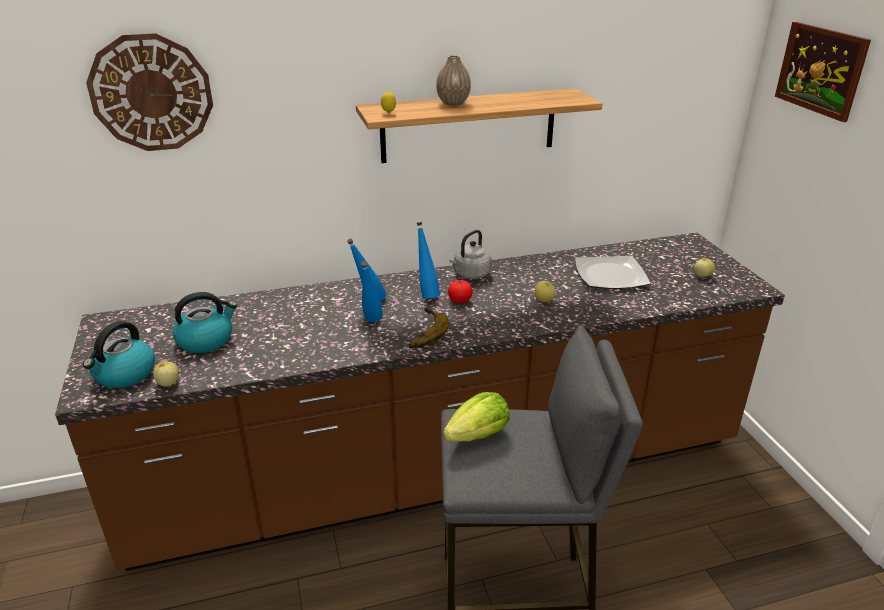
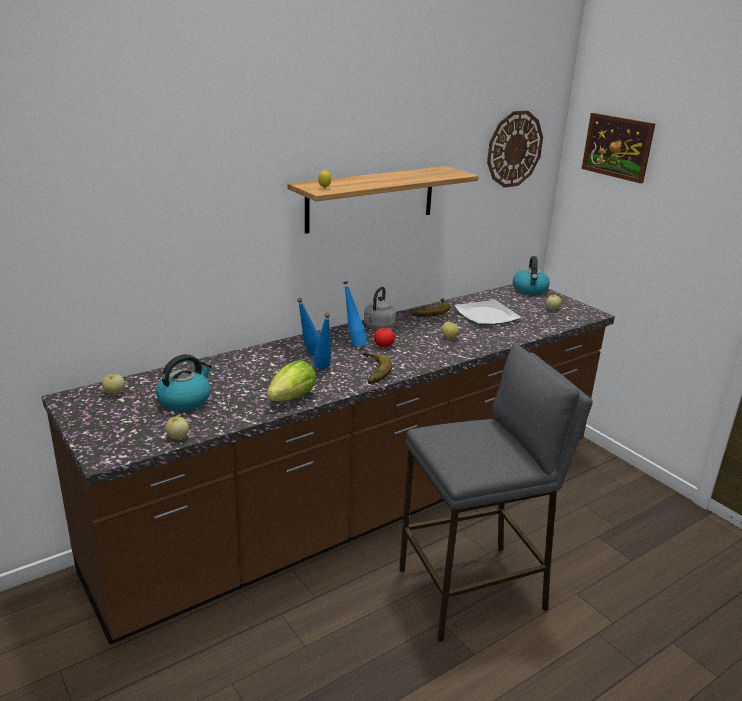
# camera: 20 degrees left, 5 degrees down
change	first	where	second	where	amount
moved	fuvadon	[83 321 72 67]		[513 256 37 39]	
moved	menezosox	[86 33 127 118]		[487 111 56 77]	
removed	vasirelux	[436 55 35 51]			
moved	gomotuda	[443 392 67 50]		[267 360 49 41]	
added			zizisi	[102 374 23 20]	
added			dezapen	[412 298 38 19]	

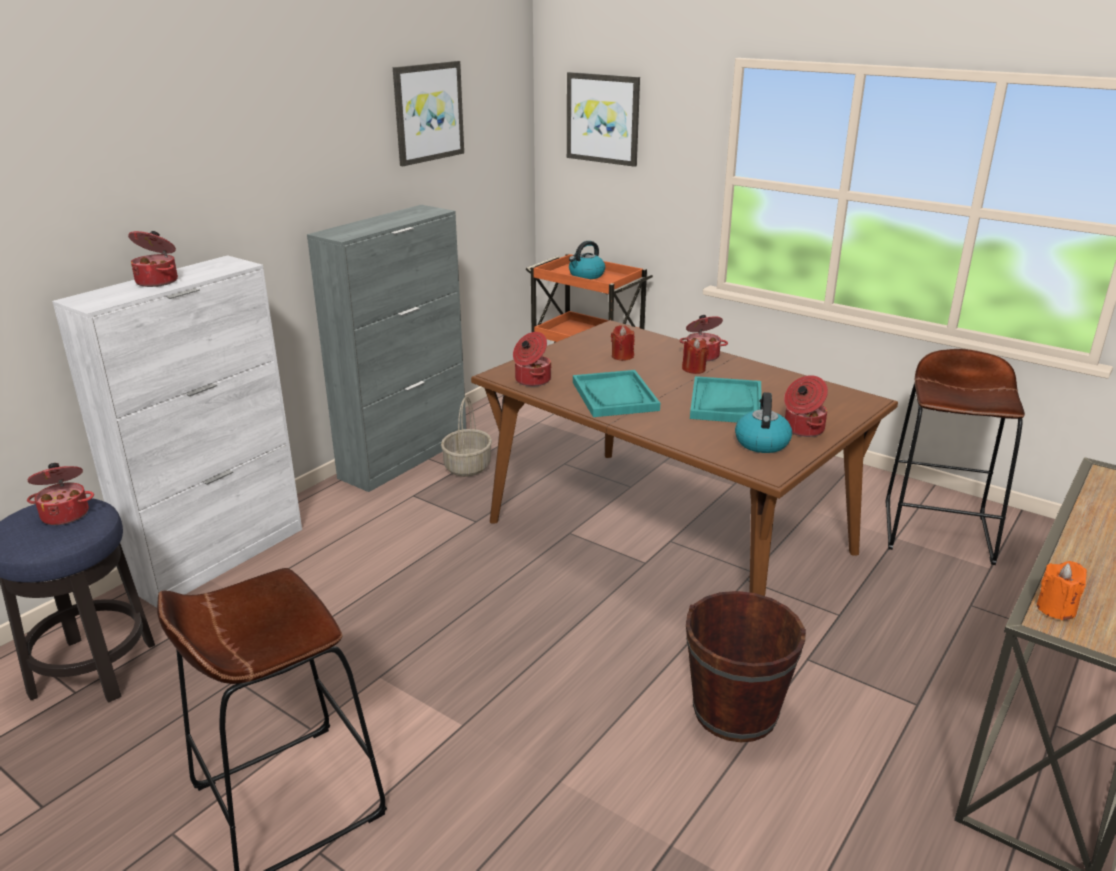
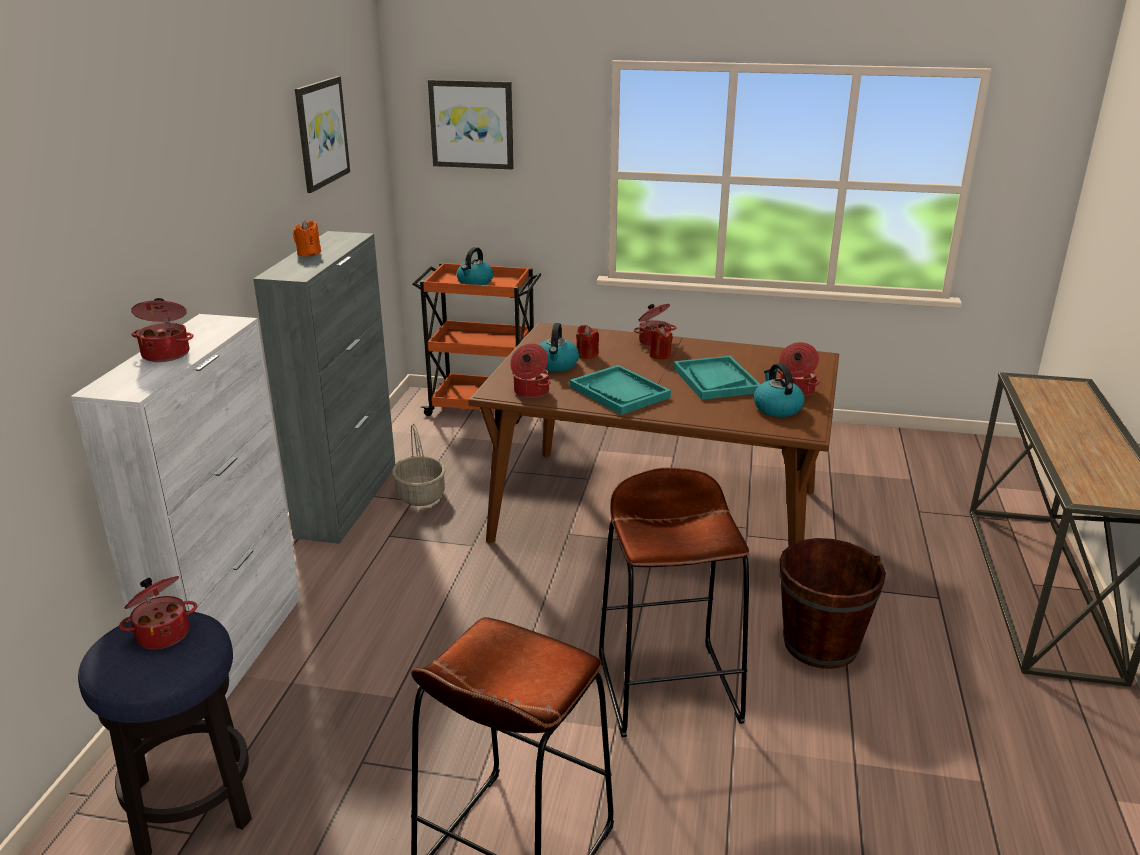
# camera: 25 degrees left, 0 degrees up
change	first	where	second	where	amount
moved	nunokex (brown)	[886 349 139 216]		[599 467 150 270]	
moved	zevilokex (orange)	[1037 561 50 59]		[293 220 28 36]	
added			fuvadon	[539 323 40 49]	

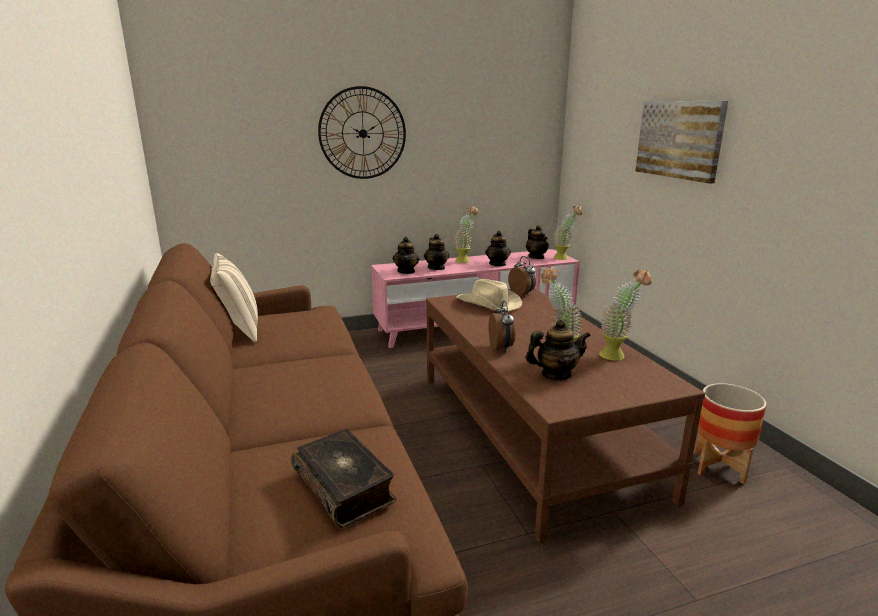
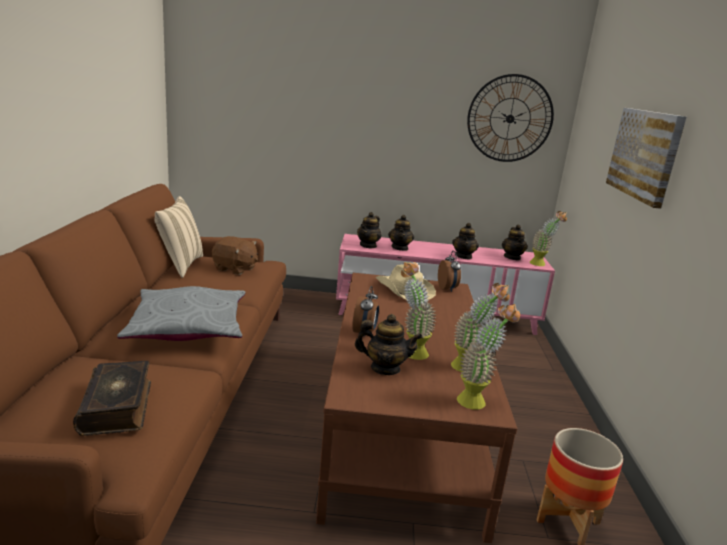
# camera: 20 degrees right, 0 degrees up
change	first	where	second	where	amount
moved	menezosox	[318 86 88 93]		[467 74 87 88]	
moved	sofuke	[454 207 24 56]		[457 304 63 106]	
added			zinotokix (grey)	[117 286 128 55]	
added			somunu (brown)	[212 236 46 39]	

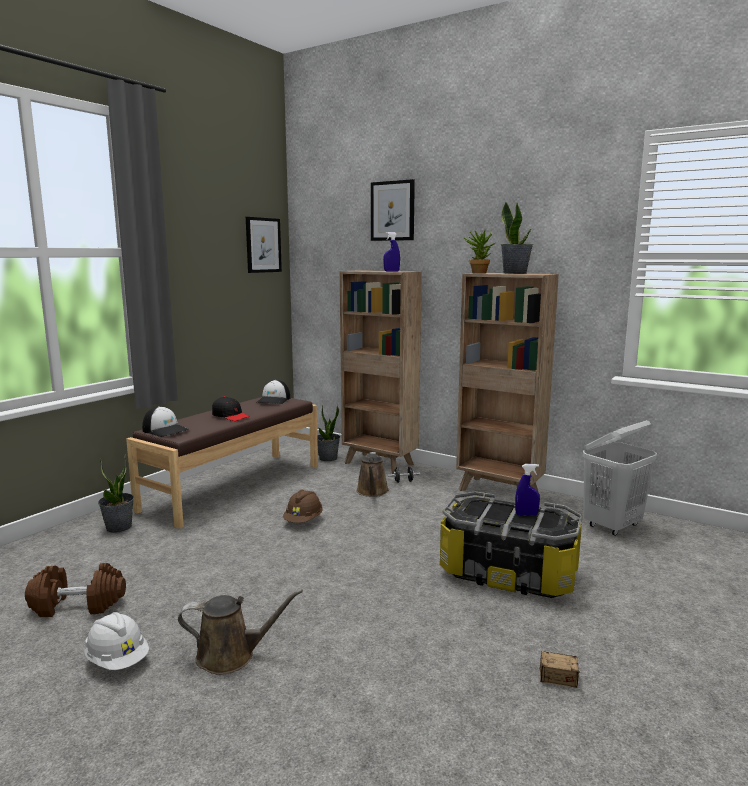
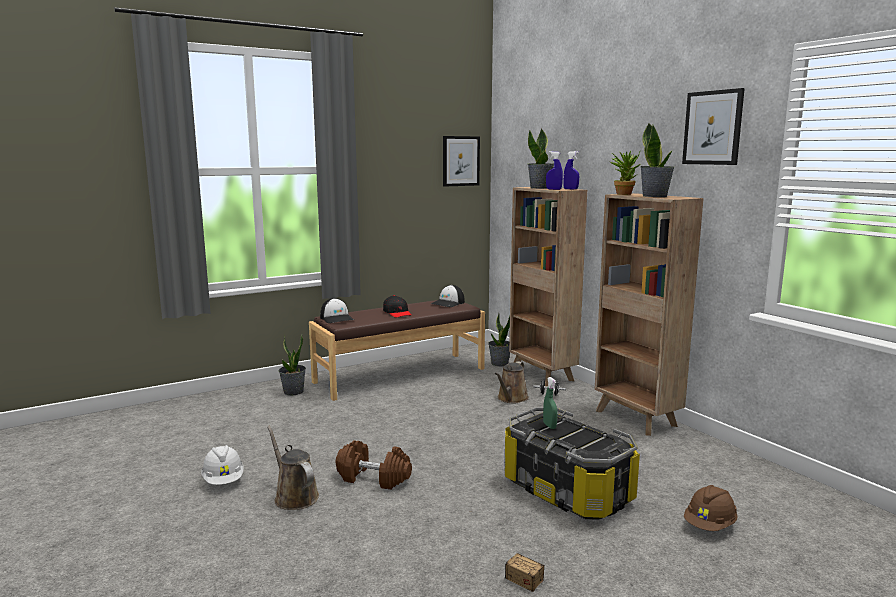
# camera: 25 degrees right, 0 degrees up
change	first	where	second	where	amount
moved	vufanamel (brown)	[25 563 101 54]		[336 440 76 50]	
turned	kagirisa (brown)	[178 589 125 86]		[267 426 52 84]	150 degrees counterclockwise
moved	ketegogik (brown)	[283 490 40 33]		[684 485 54 46]	
moved	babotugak	[371 179 44 62]		[682 88 63 77]	
moved	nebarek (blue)	[515 464 25 52]		[563 151 16 38]	
removed	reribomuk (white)	[583 420 74 116]			
added			sofuke	[528 129 26 60]	
added			nebarek (green)	[543 377 15 52]	

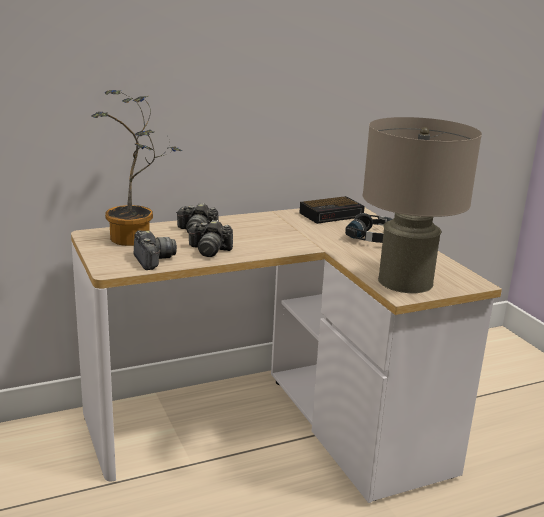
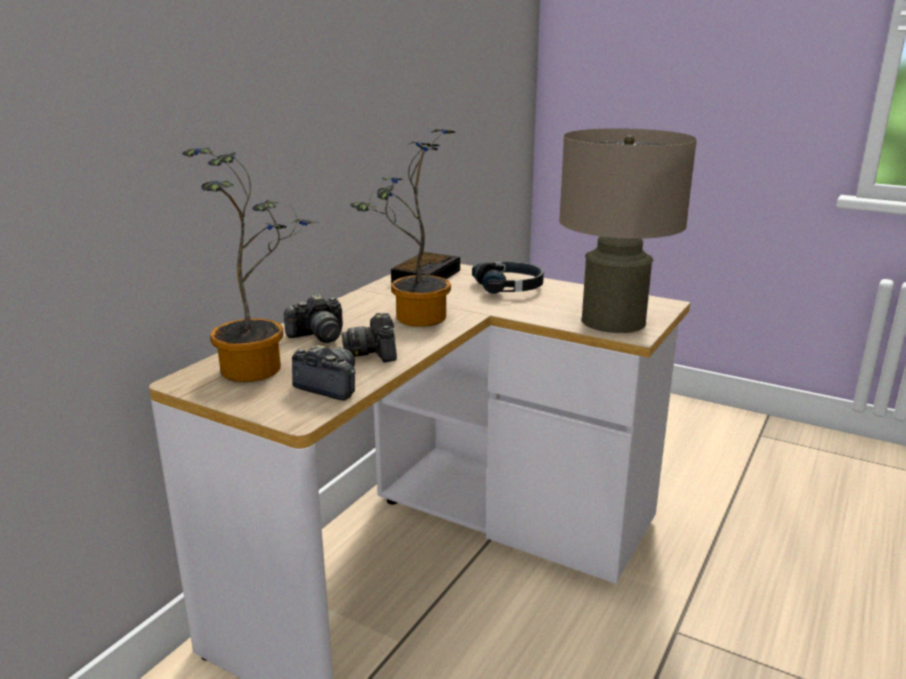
# camera: 35 degrees left, 0 degrees up
change	first	where	second	where	amount
turned	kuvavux	[188 220 45 37]		[342 313 55 50]	105 degrees clockwise
added			sofuke	[350 129 105 198]	

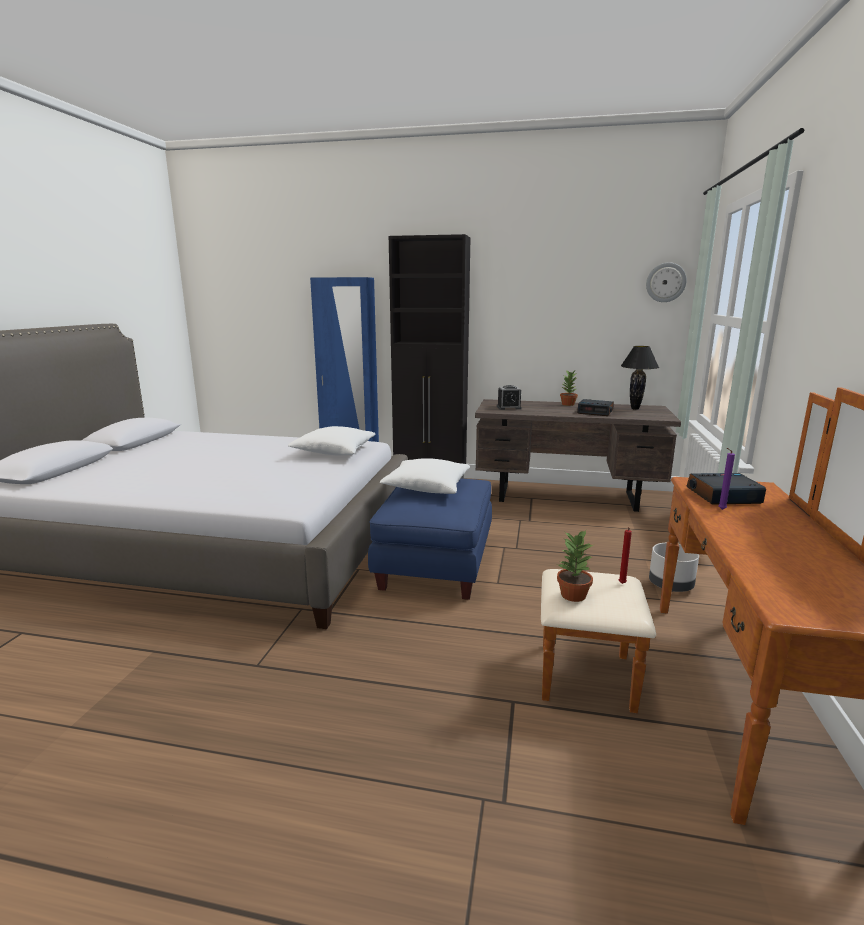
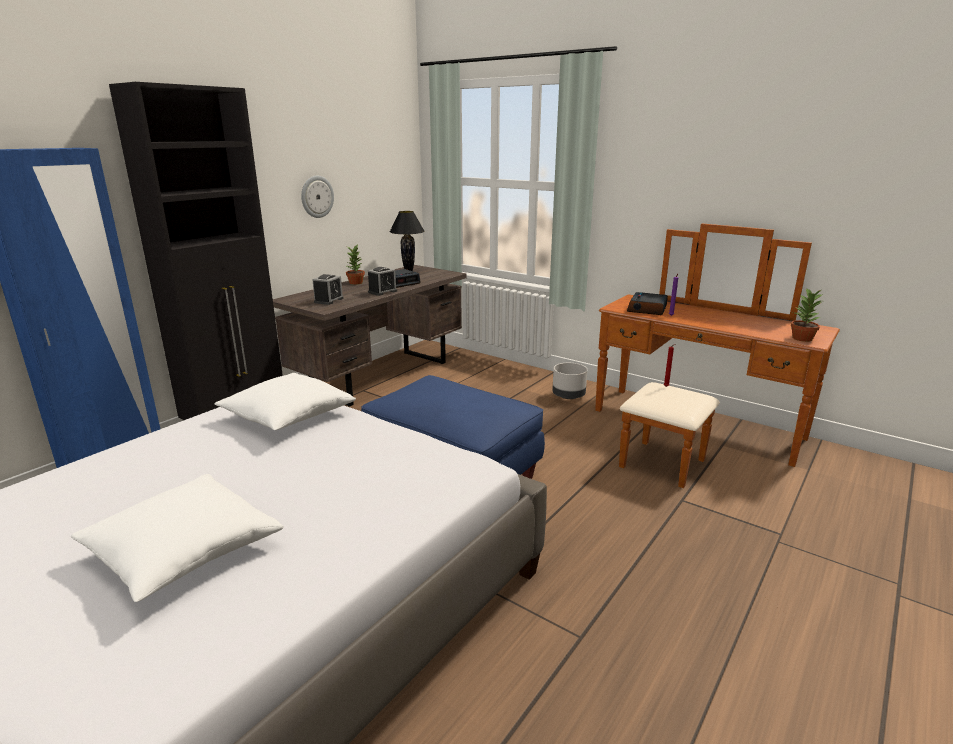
# camera: 65 degrees left, 5 degrees up
change	first	where	second	where	amount
moved	zinotokix (white)	[380 458 90 36]		[71 474 213 128]	
moved	sofuke	[557 530 38 72]		[791 289 32 53]	
moved	menezosox	[646 262 41 40]		[301 176 33 42]	
added			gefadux	[368 267 29 29]	

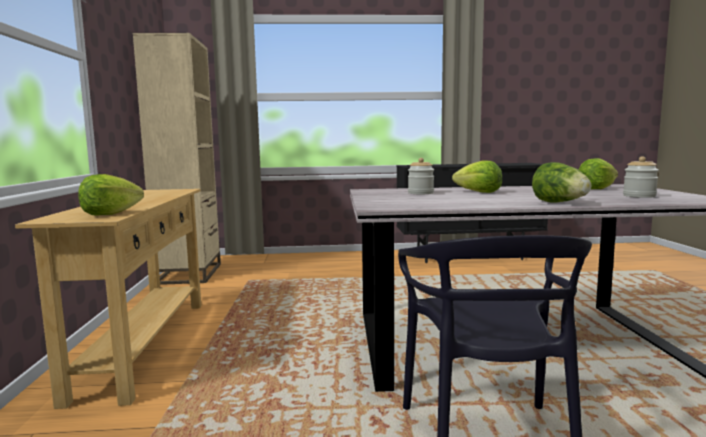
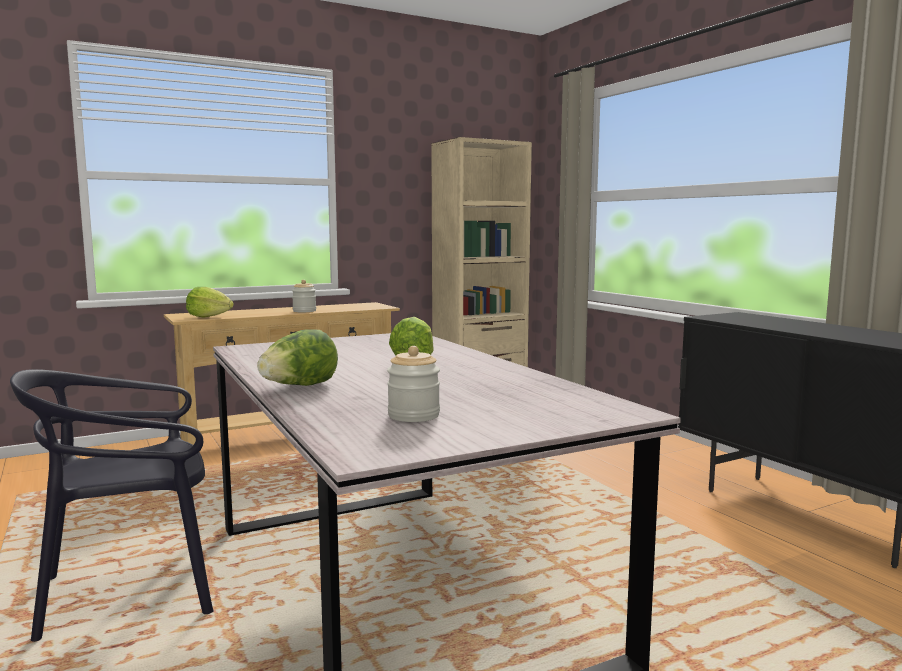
# camera: 65 degrees right, 0 degrees up
change	first	where	second	where	amount
moved	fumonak	[408 158 26 36]		[292 280 24 32]	
removed	gomotuda	[579 158 39 31]			

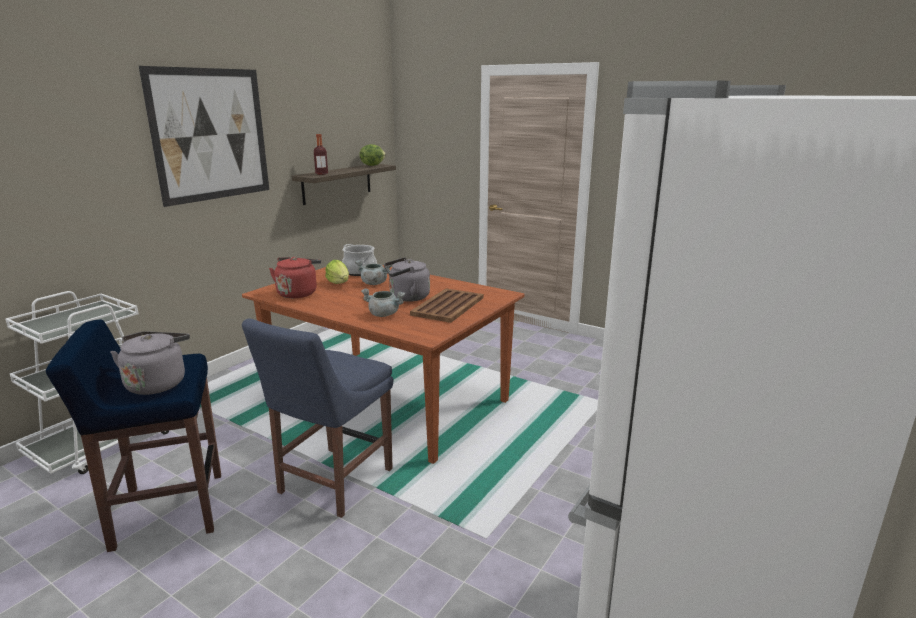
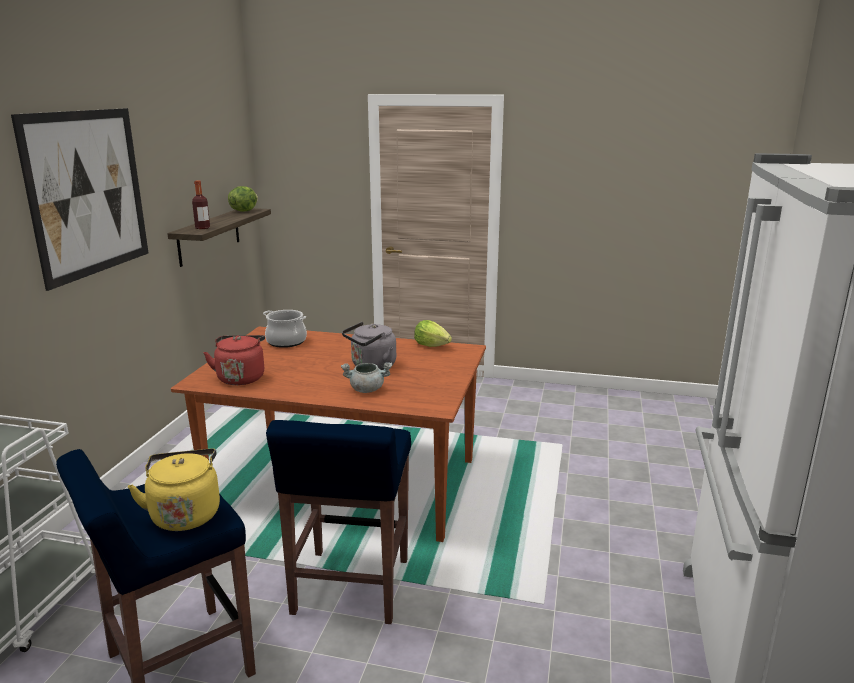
# camera: 20 degrees left, 0 degrees up
change	first	where	second	where	amount
recoloured	fuvadon (grey)	[110 331 80 64]	fuvadon (yellow)	[128 449 92 82]	
replaced	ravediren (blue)	[242 318 151 200]	nunokex (blue)	[266 420 145 204]	
moved	gomotuda	[325 260 24 24]		[414 320 38 27]	
removed	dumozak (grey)	[355 260 37 25]			
removed	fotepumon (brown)	[410 288 74 35]			

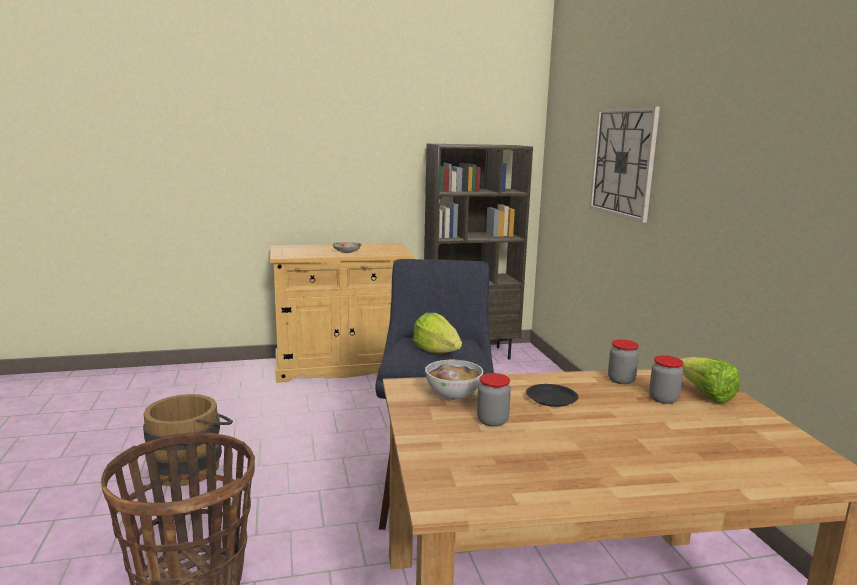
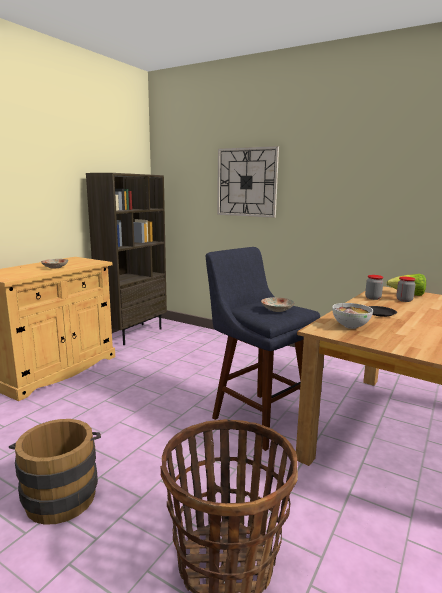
# camera: 45 degrees left, 0 degrees up
change	first	where	second	where	amount
replaced	gomotuda	[413 313 49 40]	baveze	[261 297 34 15]	
removed	fumonak	[477 373 34 54]			

